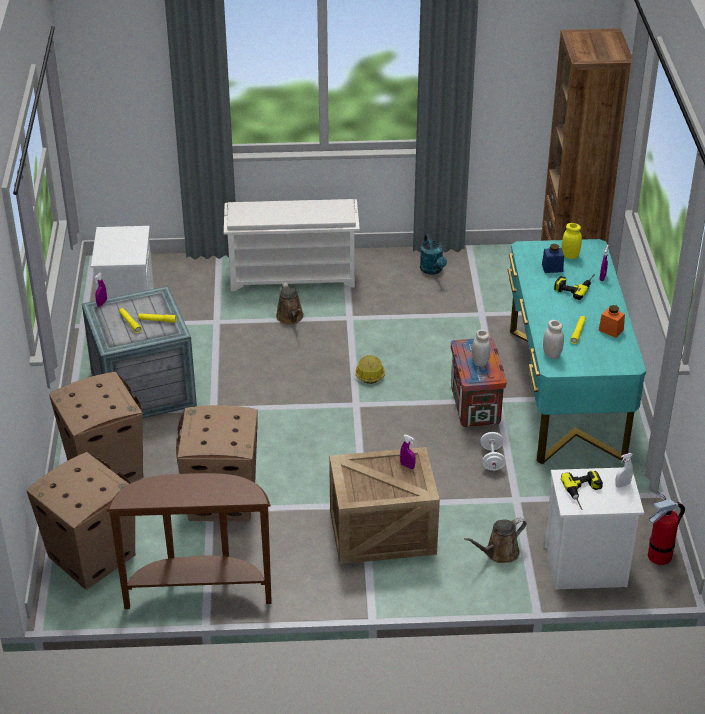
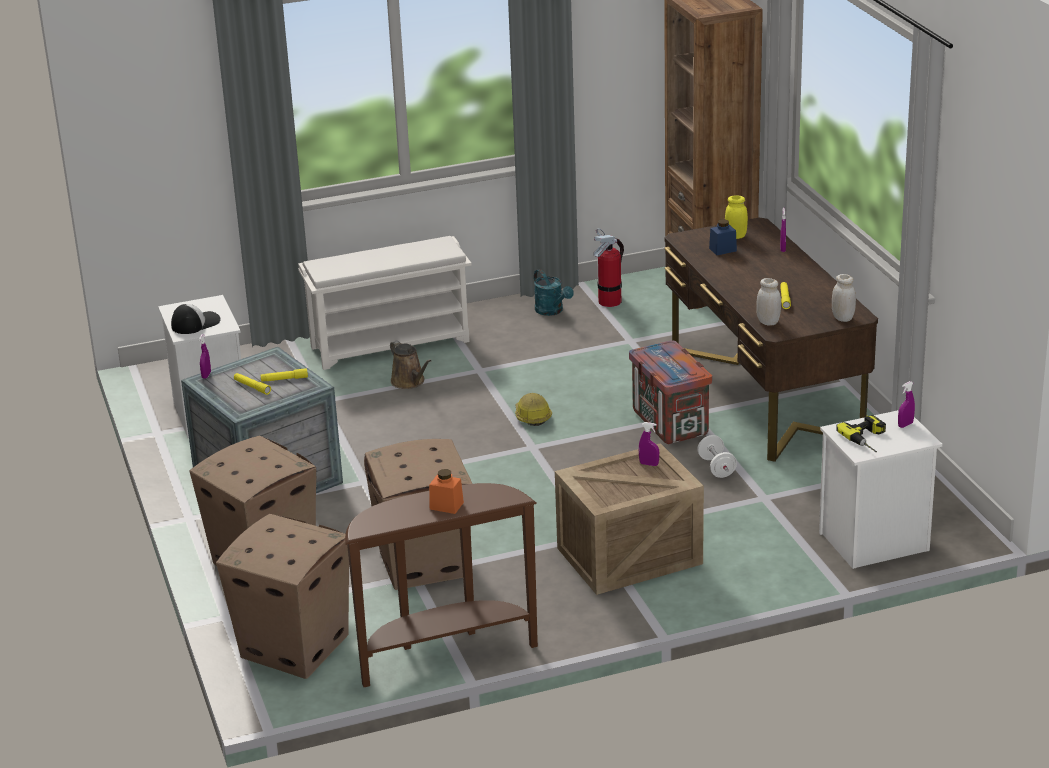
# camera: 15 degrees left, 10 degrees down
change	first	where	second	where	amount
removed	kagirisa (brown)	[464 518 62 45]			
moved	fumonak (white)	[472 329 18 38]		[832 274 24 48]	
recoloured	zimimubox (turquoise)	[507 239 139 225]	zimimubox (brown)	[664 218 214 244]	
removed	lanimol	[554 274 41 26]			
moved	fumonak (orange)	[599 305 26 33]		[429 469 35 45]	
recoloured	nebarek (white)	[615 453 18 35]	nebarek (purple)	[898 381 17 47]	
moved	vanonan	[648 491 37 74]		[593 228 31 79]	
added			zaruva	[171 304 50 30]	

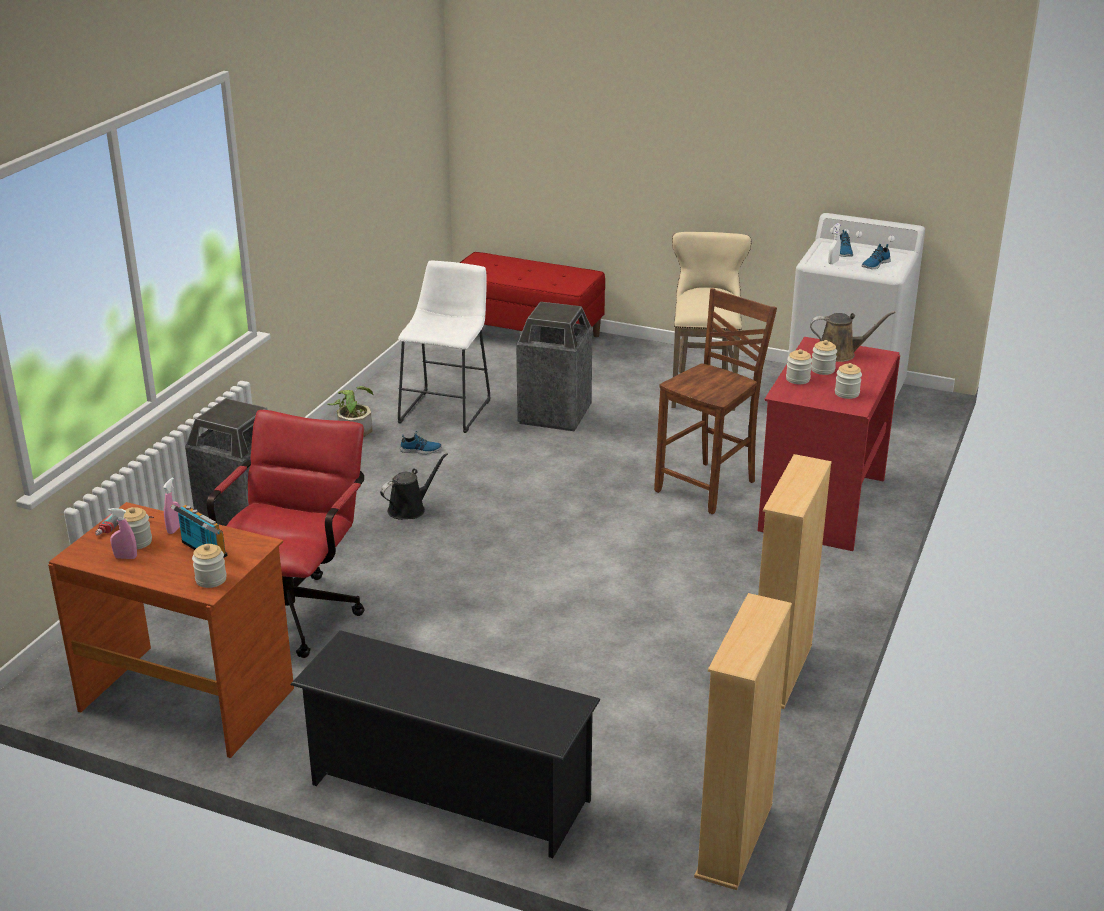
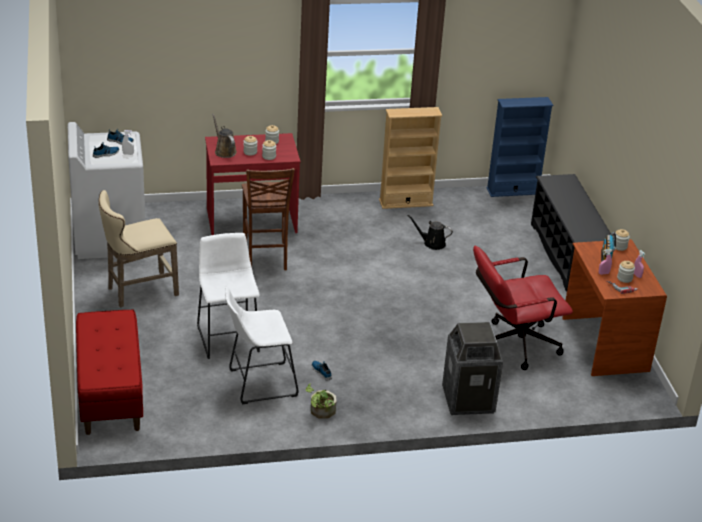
# camera: 125 degrees left, 5 degrees up
change	first	where	second	where	amount
moved	kagirisa (black)	[380 453 68 67]		[407 215 46 35]	
replaced	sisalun	[516 302 76 129]	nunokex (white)	[197 233 63 126]	
turned	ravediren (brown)	[654 288 123 226]		[242 168 53 103]	105 degrees counterclockwise
recoloured	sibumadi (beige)	[694 593 98 297]	sibumadi (blue)	[486 97 67 100]	

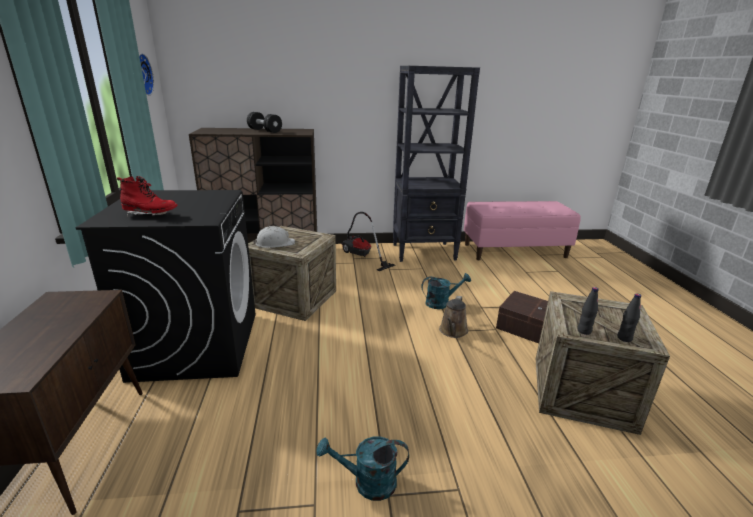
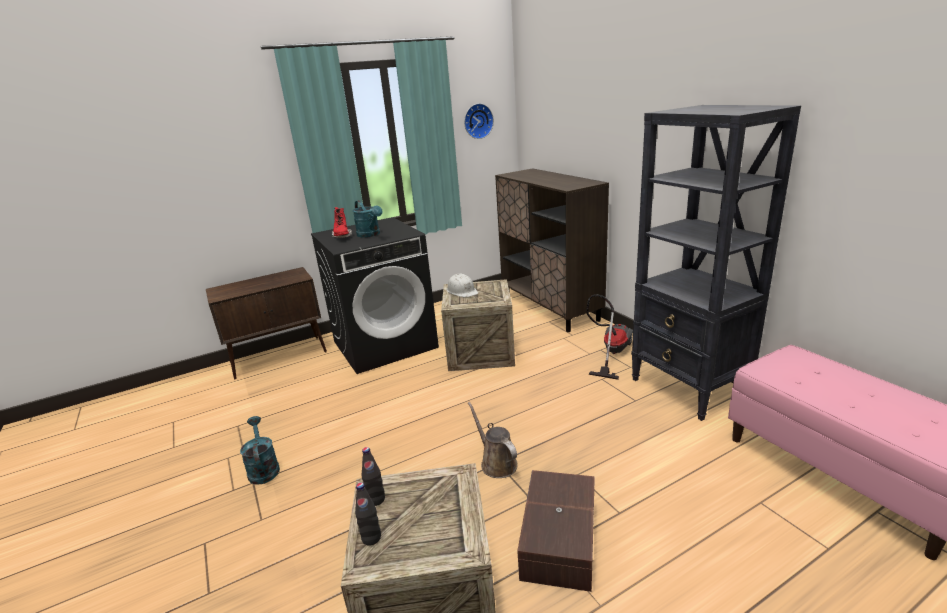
# camera: 70 degrees right, 0 degrees up
change	first	where	second	where	amount
removed	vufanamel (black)	[247 112 35 21]			
moved	kagirisa (turquoise)	[421 273 50 36]		[353 200 29 37]	
turned	kagirisa (brown)	[439 296 29 42]		[468 402 50 76]	60 degrees clockwise

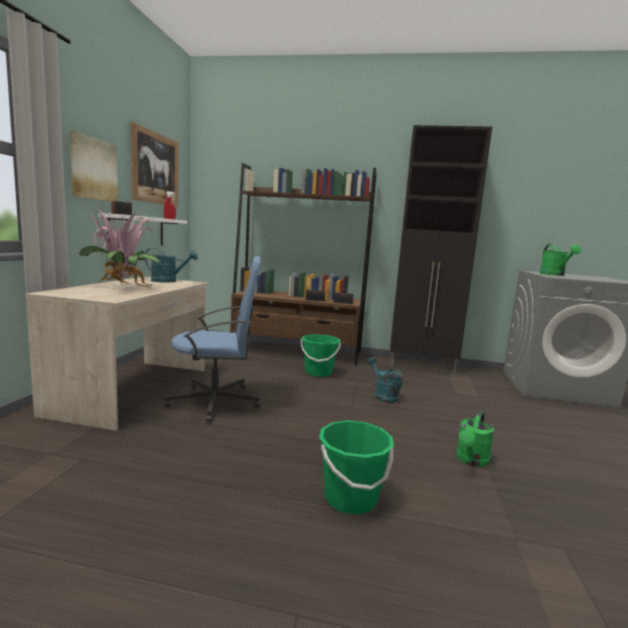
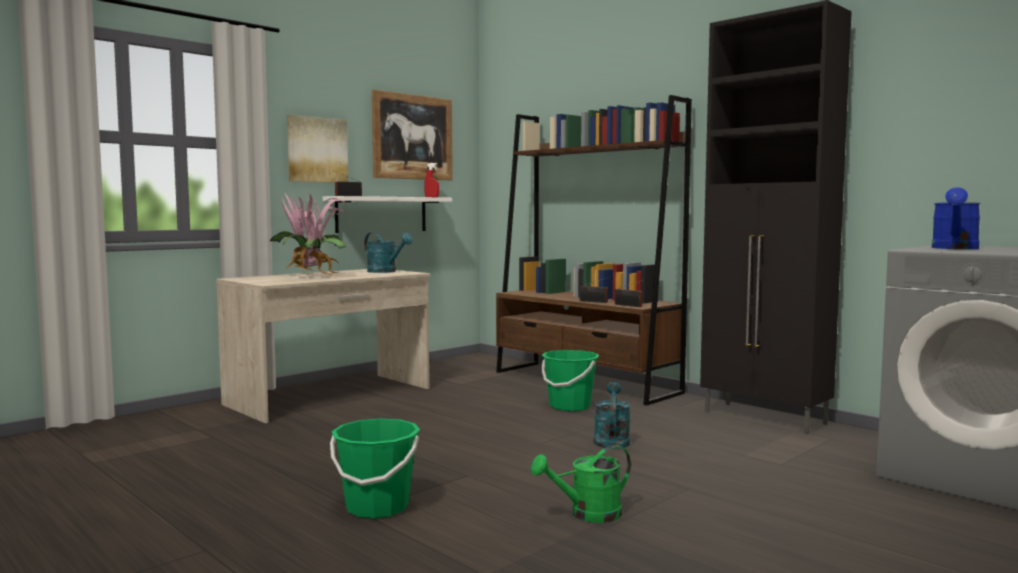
# camera: 35 degrees right, 5 degrees down
change	first	where	second	where	amount
removed	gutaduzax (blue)	[164 256 97 166]			
recoloured	kagirisa (green)	[540 244 41 32]	kagirisa (blue)	[932 187 49 62]	

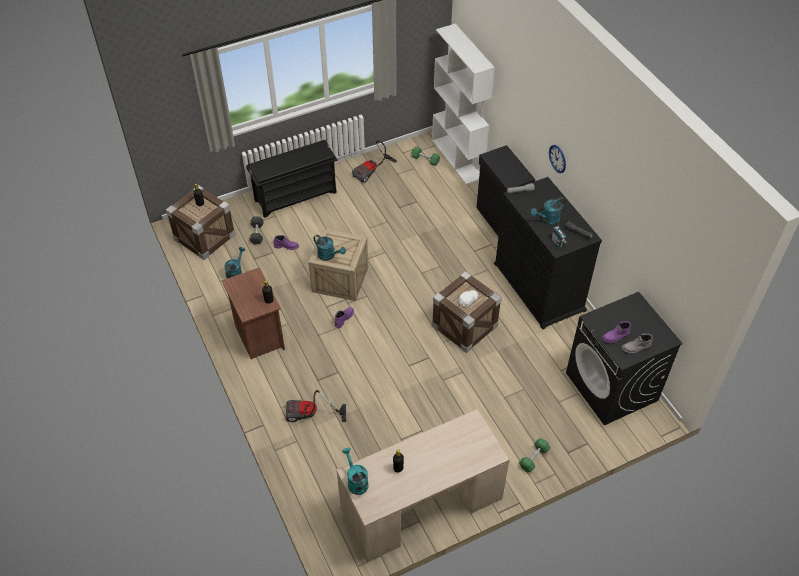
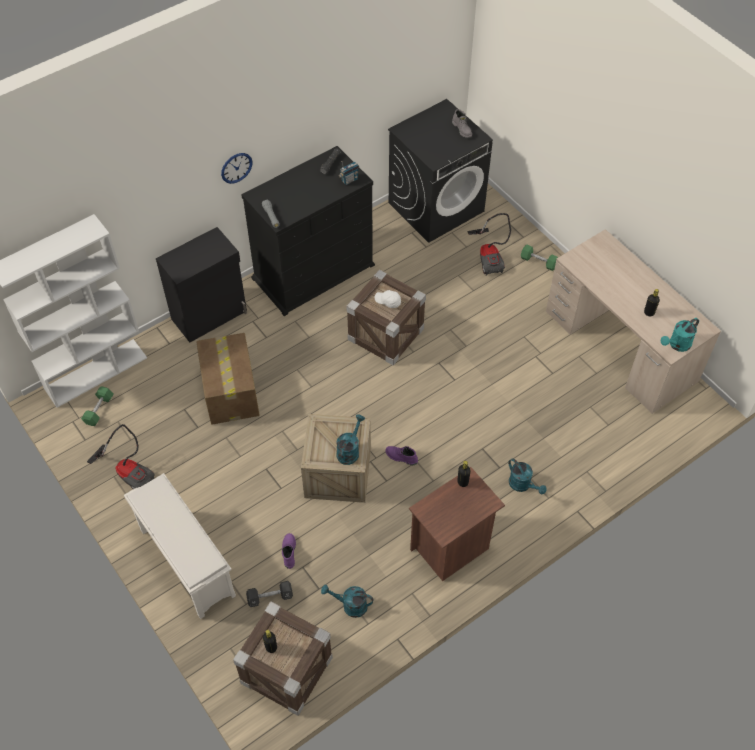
# camera: 100 degrees left, 5 degrees up
change	first	where	second	where	amount
recoloured	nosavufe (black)	[246 140 92 78]	nosavufe (white)	[124 473 112 146]	
moved	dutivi	[286 390 60 32]		[468 213 43 63]	
moved	kagirisa (turquoise)	[530 197 35 28]		[508 458 39 37]	
removed	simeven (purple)	[602 321 29 22]			
added			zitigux	[196 333 64 92]	

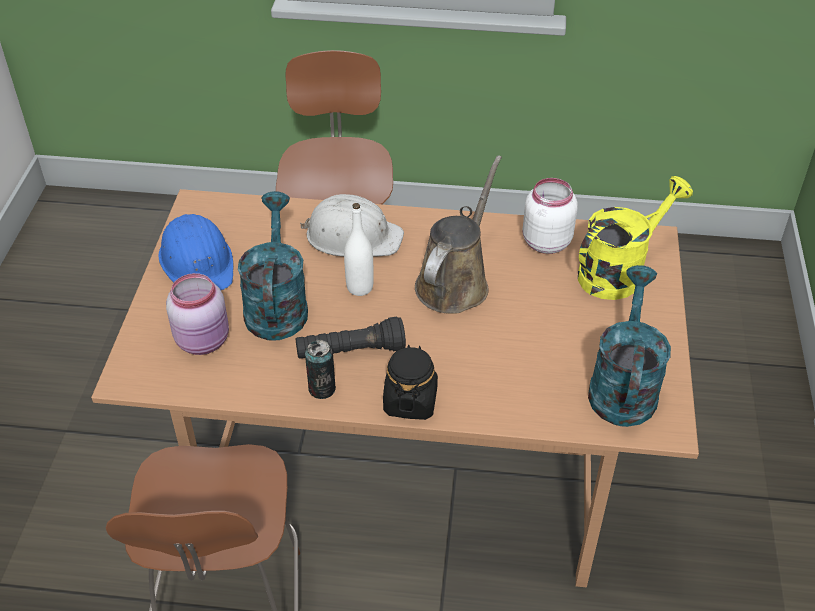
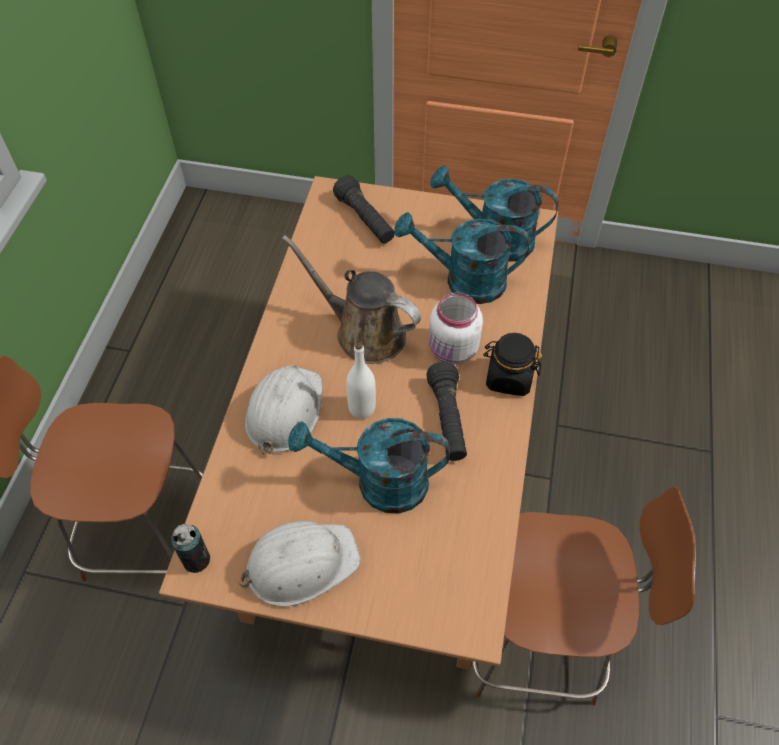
# camera: 85 degrees left, 10 degrees up
change	first	where	second	where	amount
recoloured	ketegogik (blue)	[158 214 76 76]	ketegogik (white)	[239 521 122 85]	
removed	fumonak (pink)	[166 273 63 82]			
moved	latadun	[305 340 31 59]		[171 524 39 49]	
moved	fumonak (white)	[522 178 56 76]		[429 293 54 71]	
replaced	kagirisa (yellow)	[578 176 115 124]	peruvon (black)	[333 175 62 68]	
added			kagirisa (turquoise)	[394 212 135 92]	

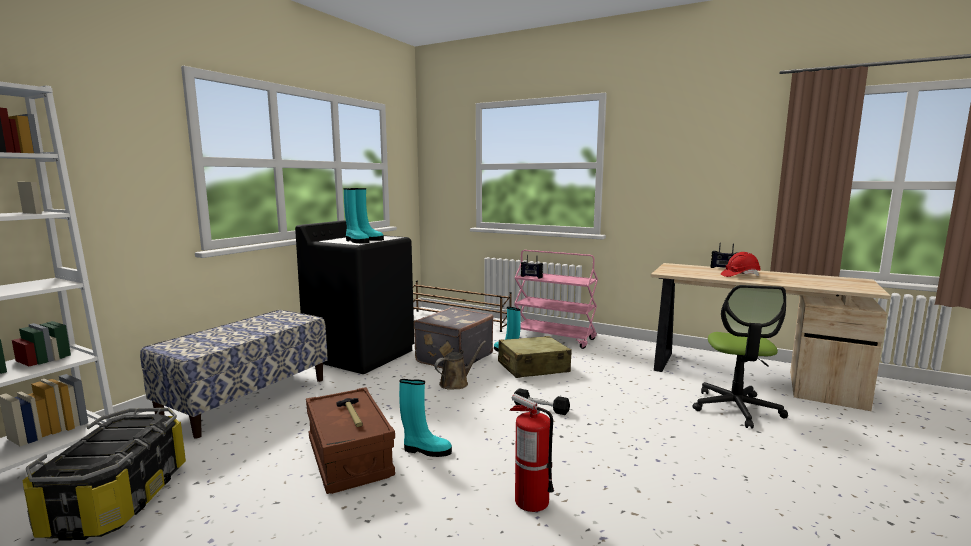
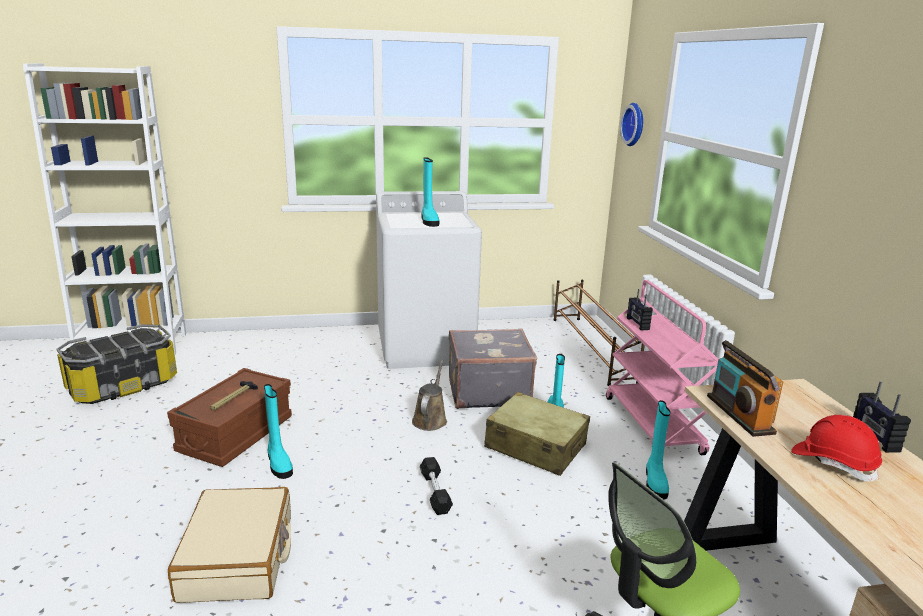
# camera: 50 degrees right, 10 degrees up
change	first	where	second	where	amount
removed	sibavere	[140 310 188 129]			
recoloured	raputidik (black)	[295 220 119 154]	raputidik (white)	[376 191 106 178]	
moved	simeven (turquoise)	[344 188 26 56]		[646 400 24 100]	
turned	kagirisa (brown)	[434 341 52 49]		[412 360 35 71]	90 degrees counterclockwise
replaced	vanonan	[510 394 44 118]	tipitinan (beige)	[168 487 123 116]	
added			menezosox	[620 103 23 43]	
added			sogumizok	[707 340 76 97]	

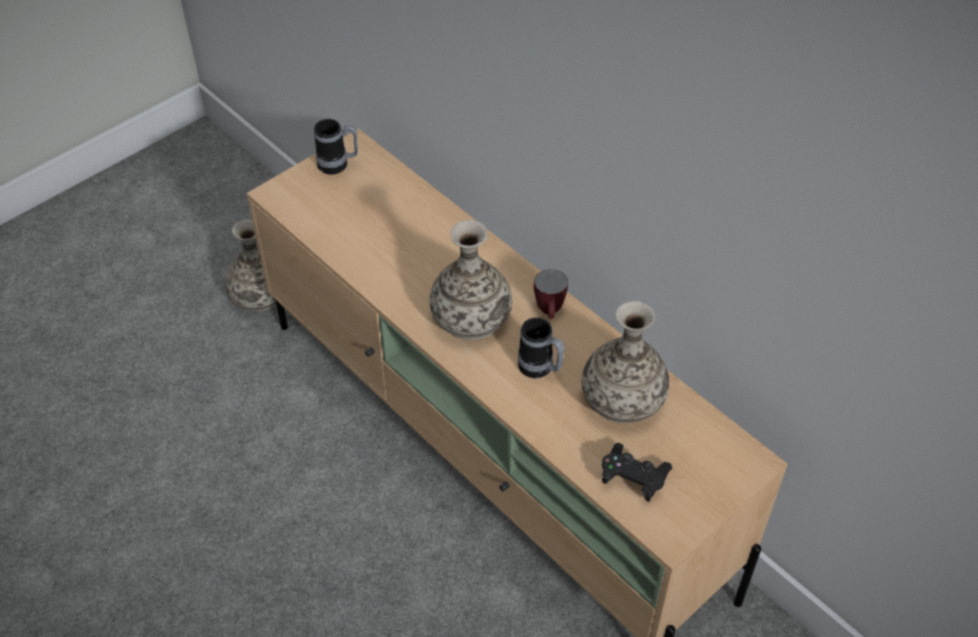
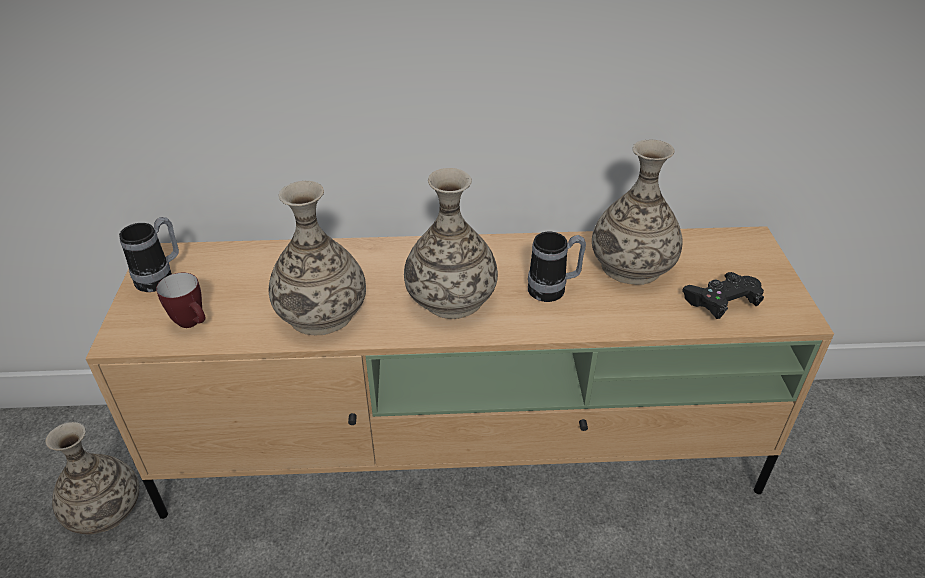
# camera: 50 degrees left, 10 degrees down
change	first	where	second	where	amount
moved	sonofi	[534 269 34 50]		[156 273 49 55]	
added			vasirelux	[268 181 98 154]	

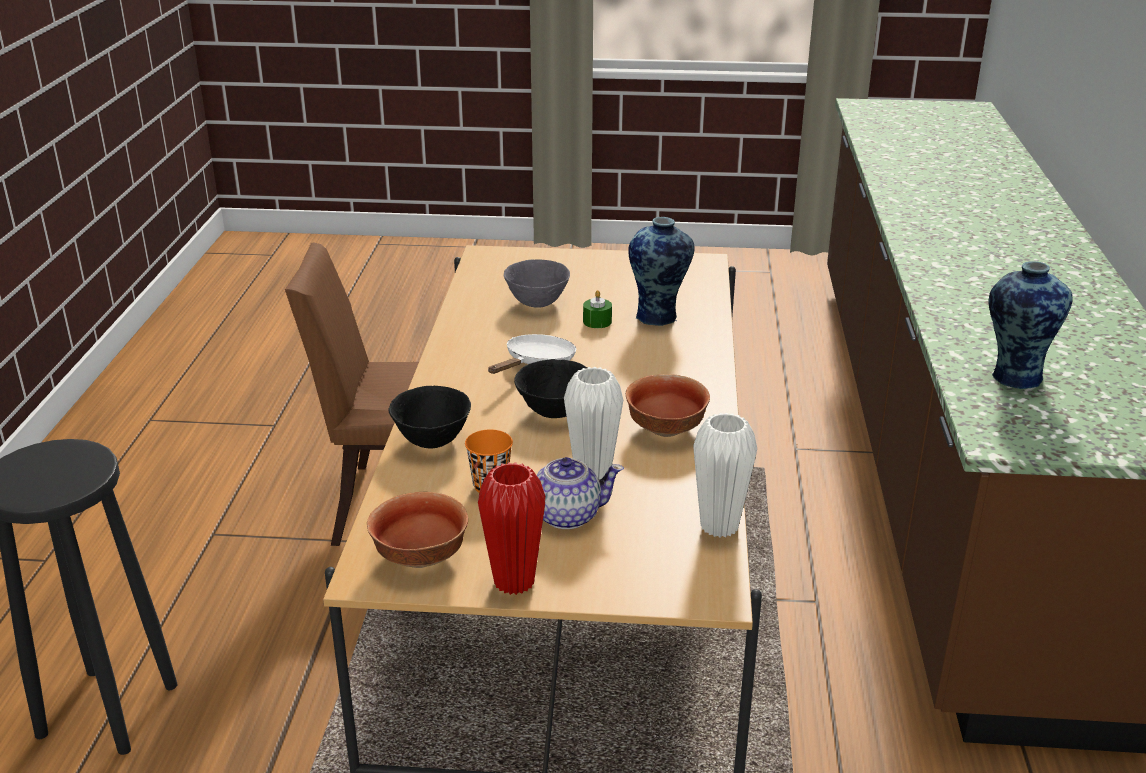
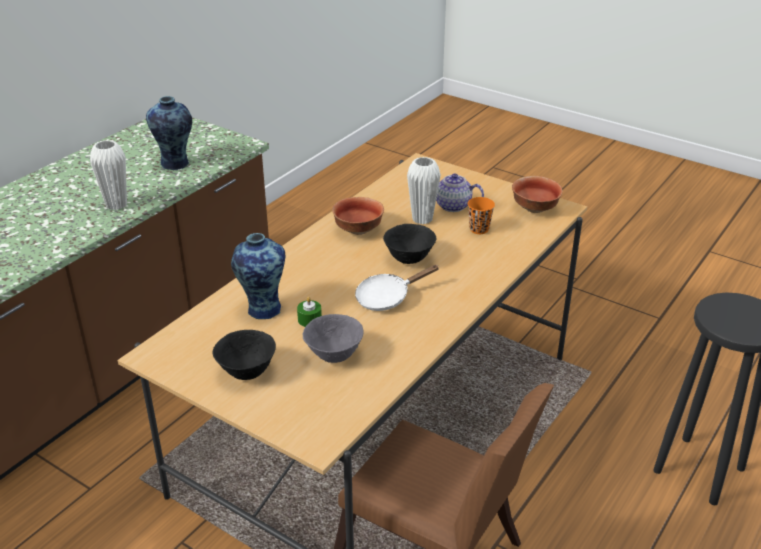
# camera: 150 degrees left, 5 degrees up
change	first	where	second	where	amount
moved	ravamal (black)	[388 386 83 63]		[212 330 64 50]	
removed	vasirelux (red)	[478 462 68 133]			
moved	vasirelux (white)	[693 412 64 126]		[90 140 37 70]	

